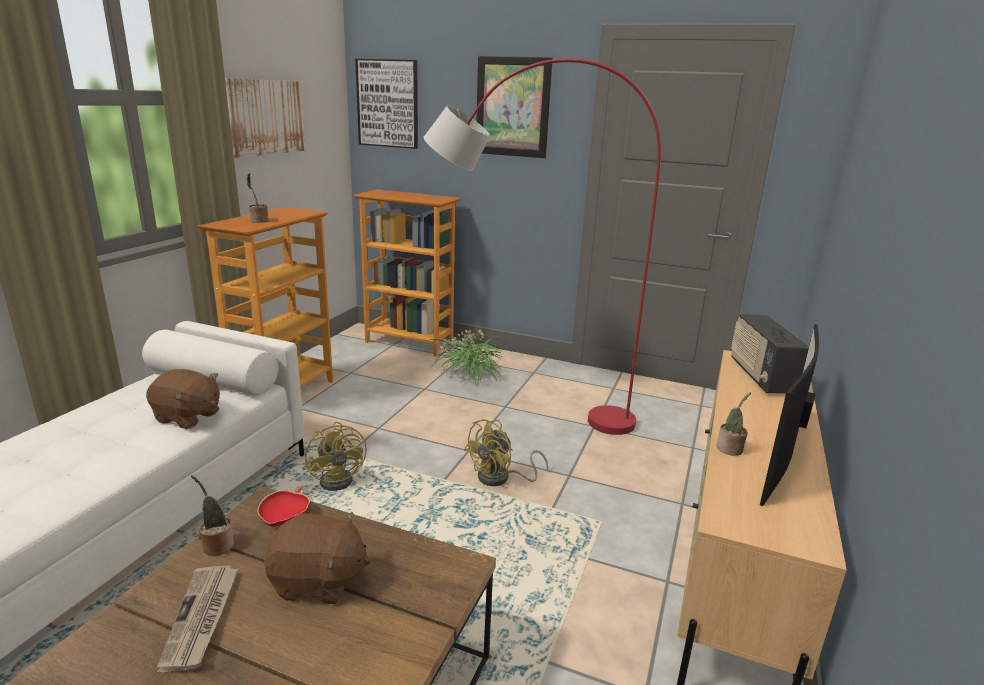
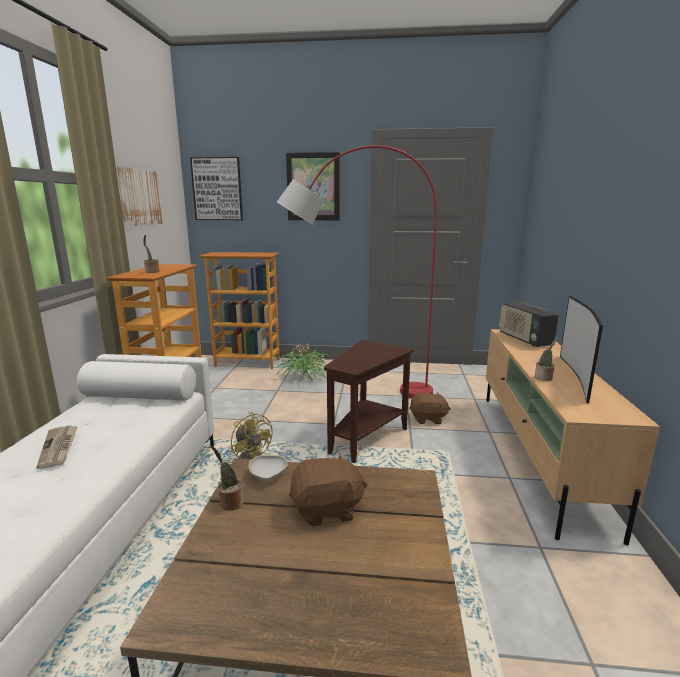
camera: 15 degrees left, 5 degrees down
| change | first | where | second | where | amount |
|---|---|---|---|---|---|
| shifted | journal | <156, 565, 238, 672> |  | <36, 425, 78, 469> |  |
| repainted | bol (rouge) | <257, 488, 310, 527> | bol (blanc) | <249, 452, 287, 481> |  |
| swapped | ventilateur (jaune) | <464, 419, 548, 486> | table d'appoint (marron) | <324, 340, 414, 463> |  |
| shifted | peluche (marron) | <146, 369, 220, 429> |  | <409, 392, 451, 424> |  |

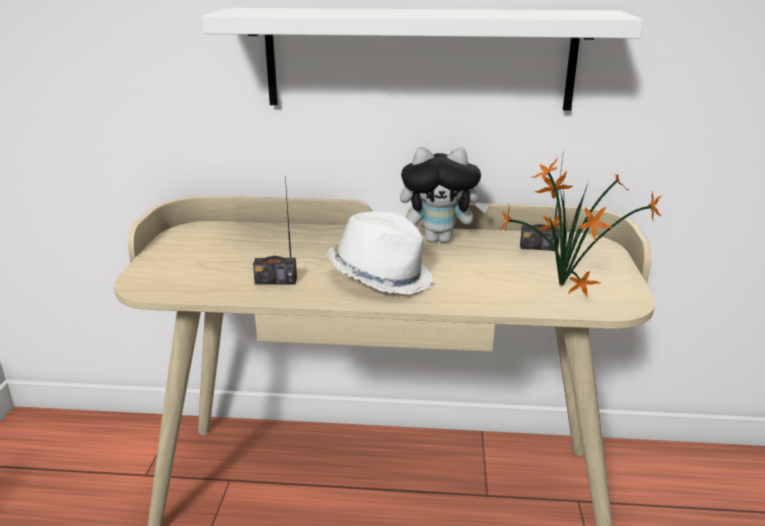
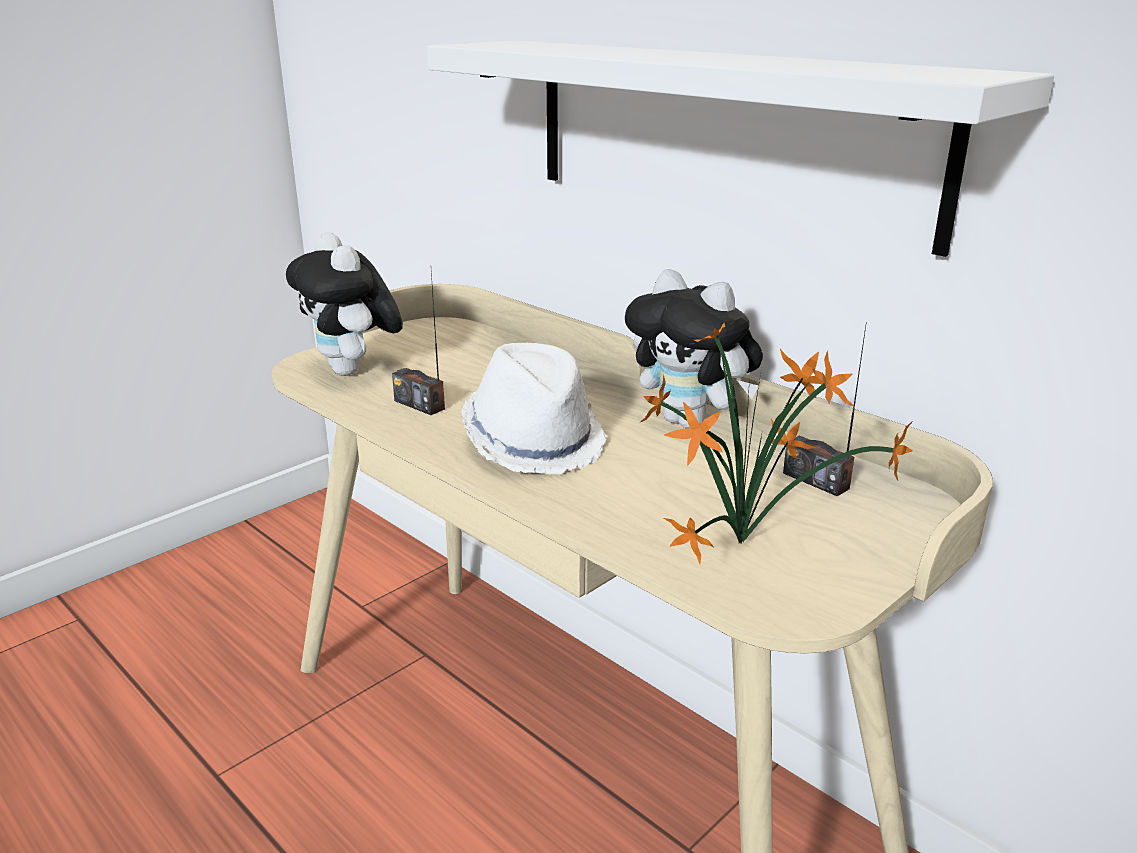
camera: 40 degrees right, 0 degrees up
| change | first | where | second | where | amount |
|---|---|---|---|---|---|
| new |  |  | peluche | <286, 232, 403, 376> |  |

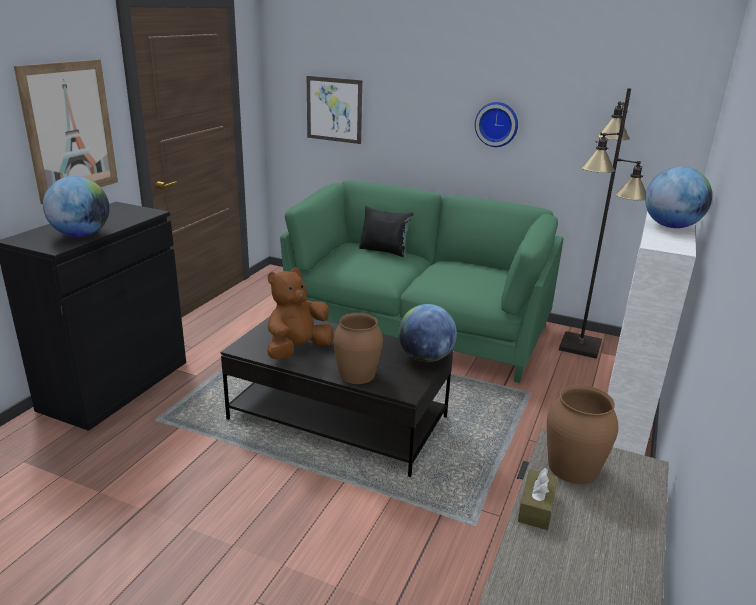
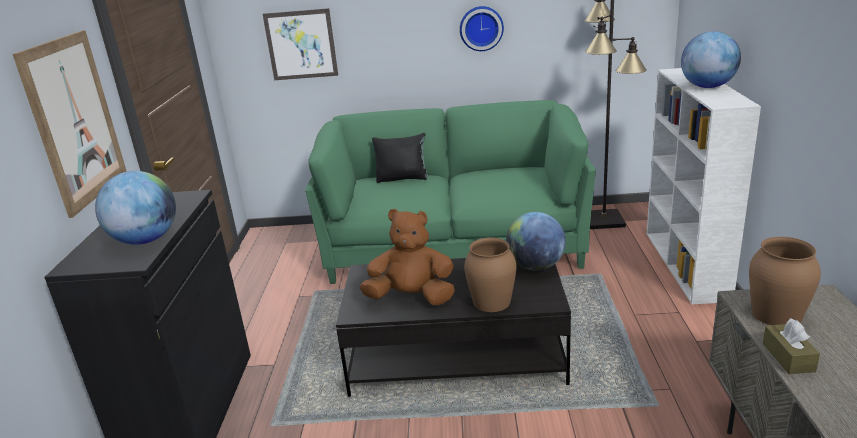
camera: 20 degrees left, 0 degrees up
| change | first | where | second | where | amount |
|---|---|---|---|---|---|
| rotated | peluche (marron) | <267, 267, 334, 360> |  | <360, 209, 455, 305> | 75 degrees clockwise |

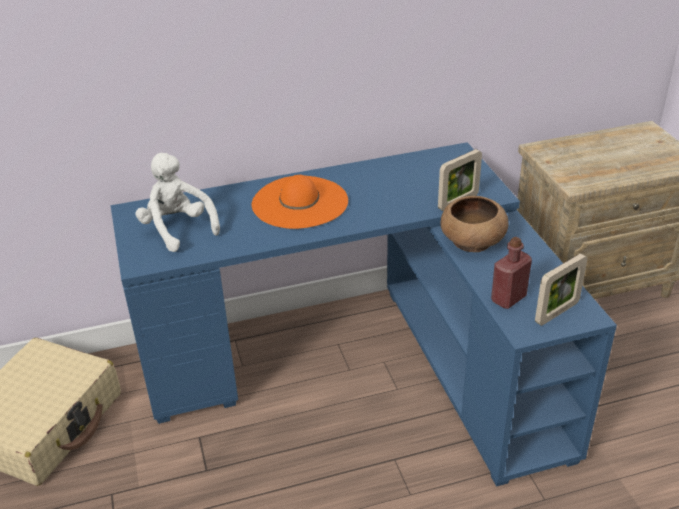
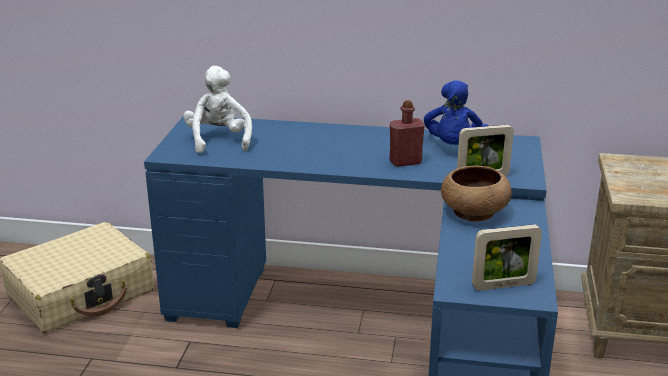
camera: 25 degrees right, 10 degrees down
| change | first | where | second | where | amount |
|---|---|---|---|---|---|
| shifted | bouteille (rouge) | <491, 237, 532, 309> |  | <390, 100, 425, 167> |  |
| new |  |  | peluche (bleu) | <424, 80, 488, 145> |  |
| gone | chapeau (orange) | <252, 175, 348, 229> |  |  |  |

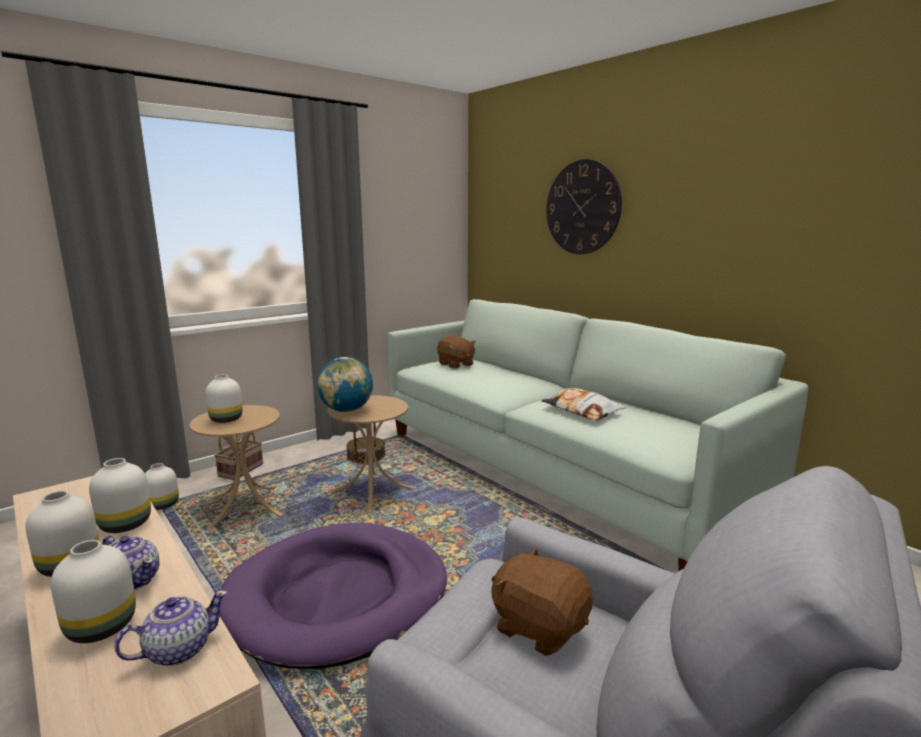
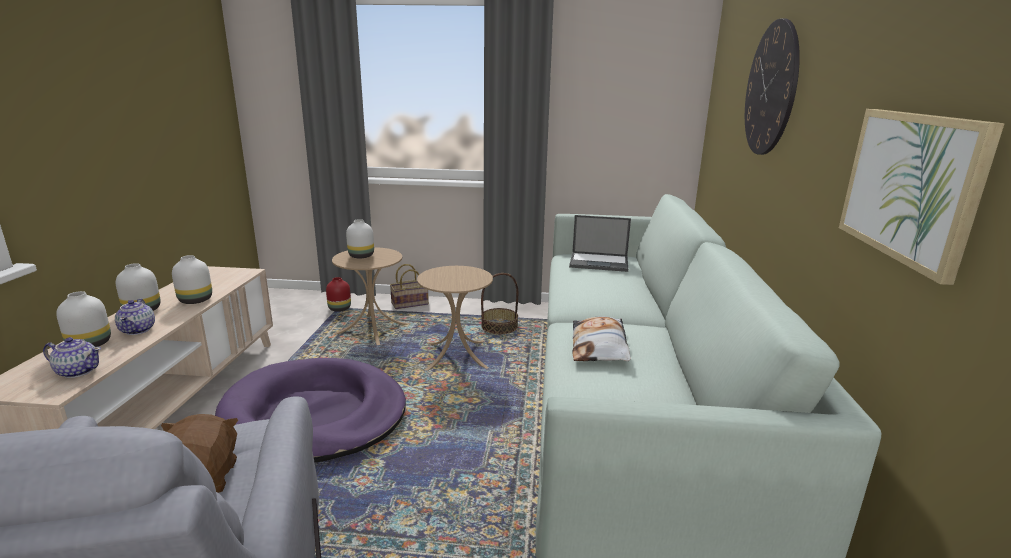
camera: 45 degrees right, 5 degrees up
| change | first | where | second | where | amount |
|---|---|---|---|---|---|
| repainted | vase (blanc) | <145, 463, 179, 510> | vase (rouge) | <326, 277, 351, 312> |  |
| swapped | peluche (marron) | <437, 335, 476, 369> | ordinateur portable | <569, 215, 631, 272> |  |
| new |  |  | tableau | <839, 109, 1005, 285> |  |
| gone | globe | <317, 357, 373, 412> |  |  |  |

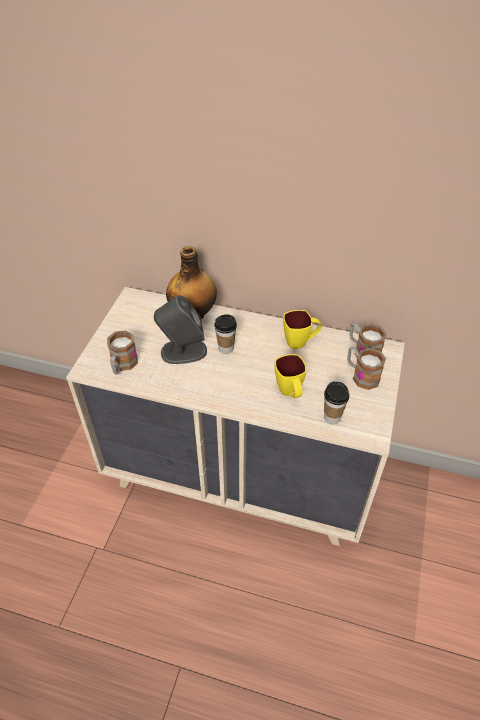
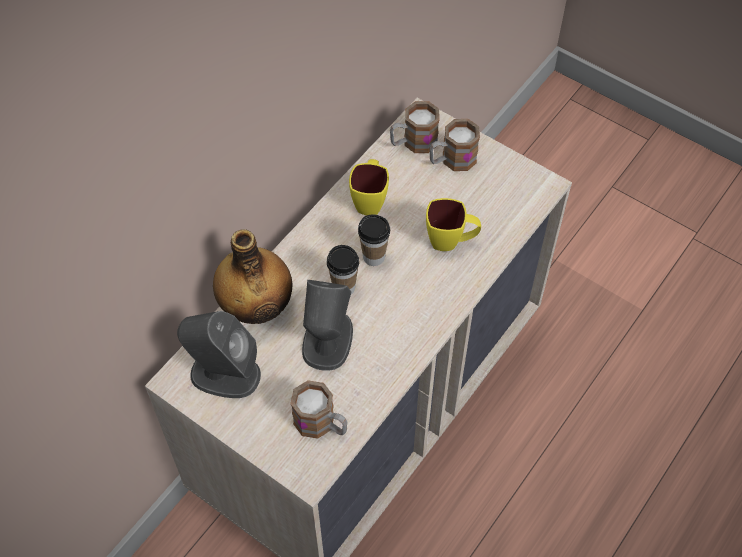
camera: 70 degrees left, 10 degrees up
| change | first | where | second | where | amount |
|---|---|---|---|---|---|
| new |  |  | enceinte (gris) | <177, 311, 261, 398> |  |
| shifted | tasse | <324, 381, 349, 424> |  | <358, 214, 390, 266> |  |

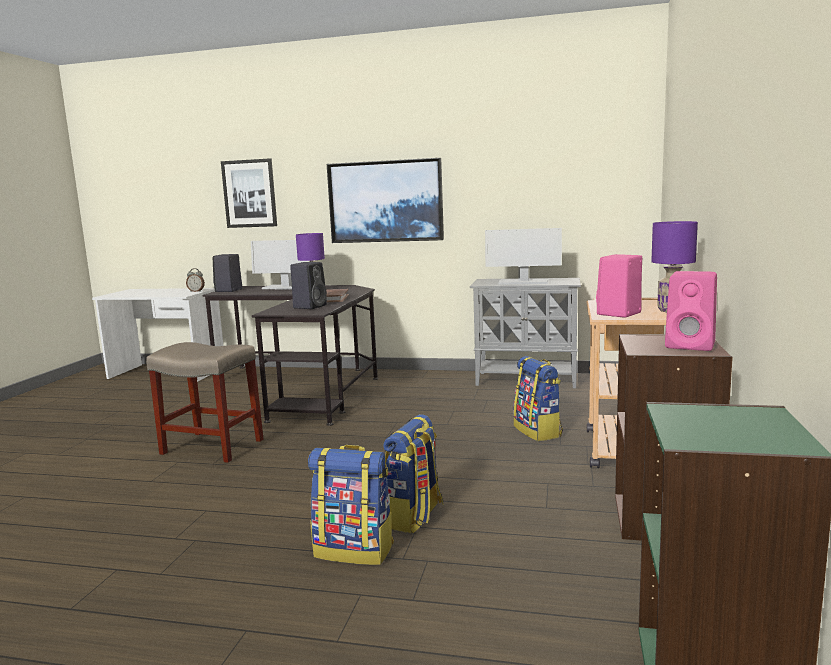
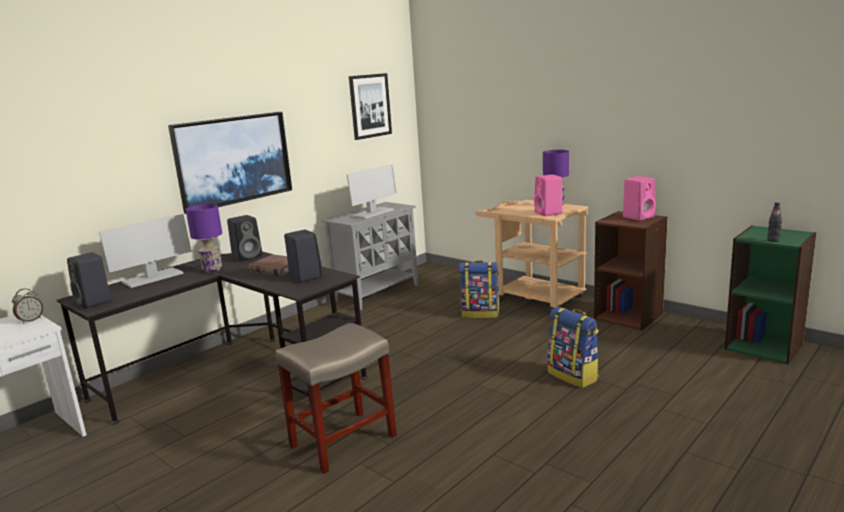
camera: 60 degrees left, 5 degrees up
| change | first | where | second | where | amount |
|---|---|---|---|---|---|
| new |  |  | enceinte (noir) | <227, 215, 263, 261> |  |
| shifted | tableau | <221, 158, 277, 228> |  | <349, 73, 392, 140> |  |
| new |  |  | bouteille (noir) | <767, 202, 782, 242> |  |
| gone | sac à dos | <308, 445, 394, 565> |  |  |  |

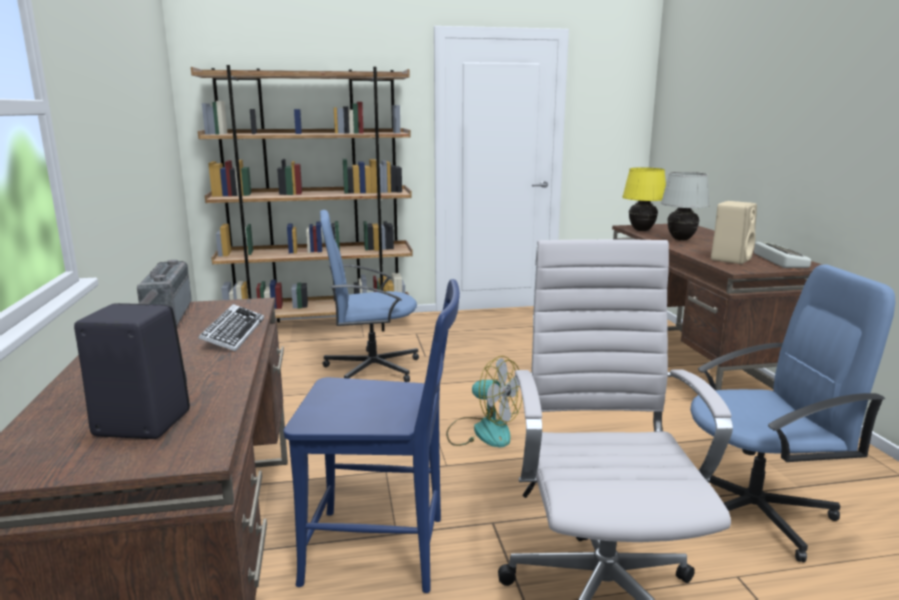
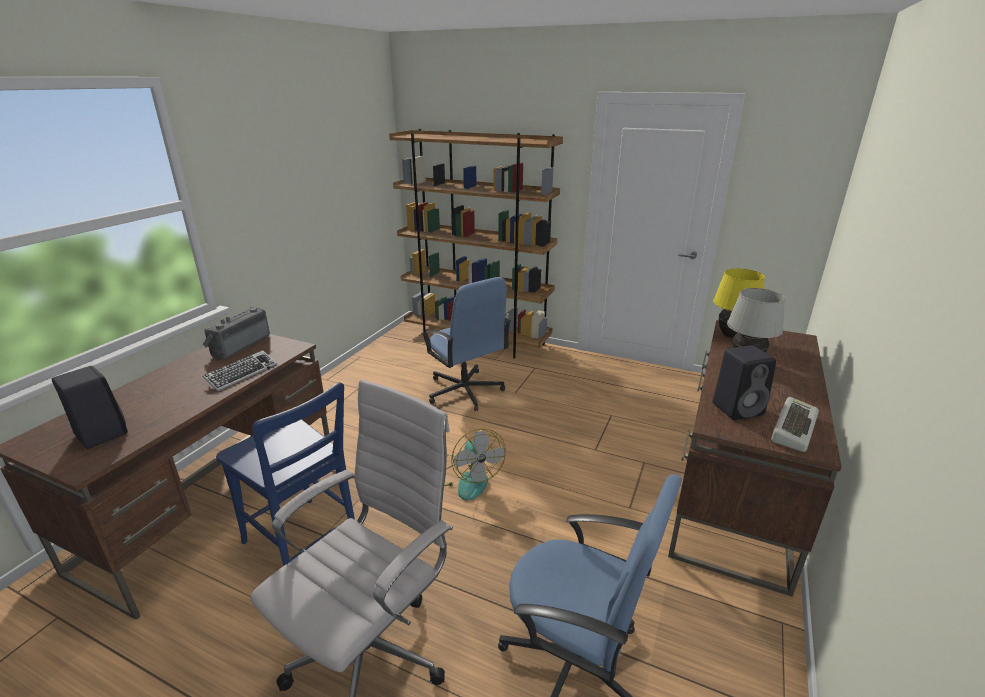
camera: 35 degrees right, 10 degrees up
| change | first | where | second | where | amount |
|---|---|---|---|---|---|
| rotated | chaise de bureau (bleu) | <320, 210, 419, 382> |  | <421, 277, 511, 411> | 150 degrees counterclockwise |
| repainted | enceinte (beige) | <711, 201, 757, 264> | enceinte (noir) | <713, 345, 776, 420> |  |

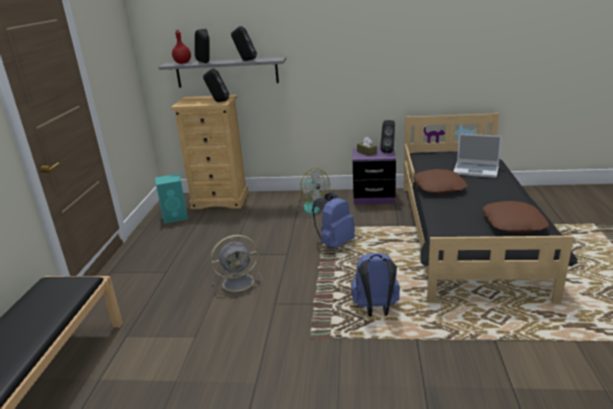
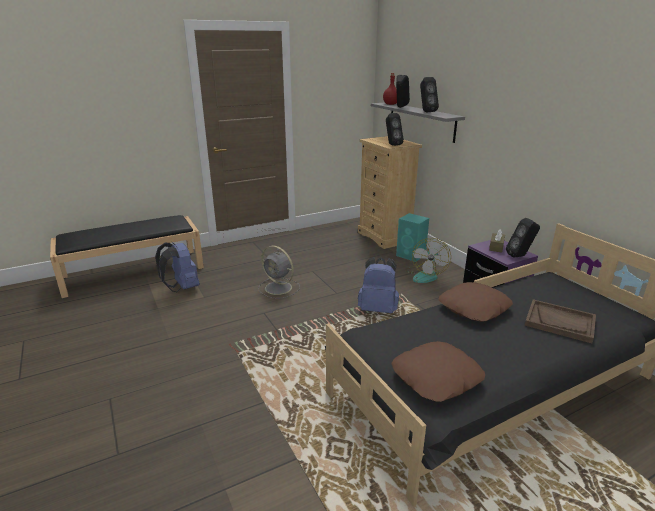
camera: 55 degrees right, 0 degrees up
| change | first | where | second | where | amount |
|---|---|---|---|---|---|
| shifted | sac à dos (bleu) | <351, 253, 400, 317> |  | <155, 242, 200, 292> |  |
| shifted | enceinte (turquoise) | <155, 174, 188, 224> |  | <396, 213, 429, 262> |  |
| swapped | ordinateur portable | <453, 134, 502, 178> | plateau (marron) | <525, 299, 596, 343> |  |

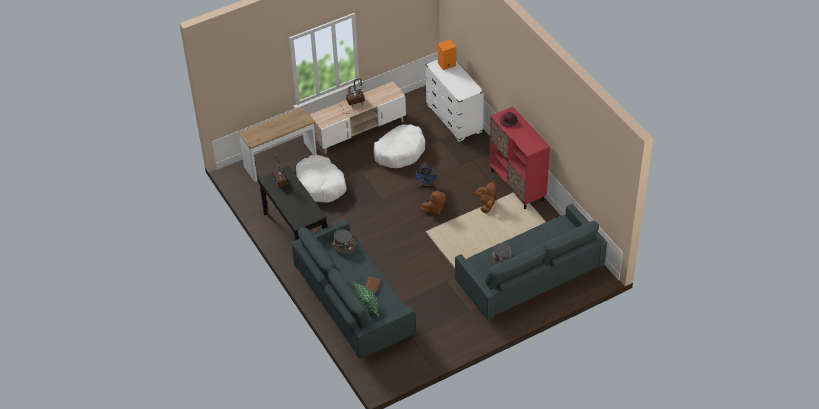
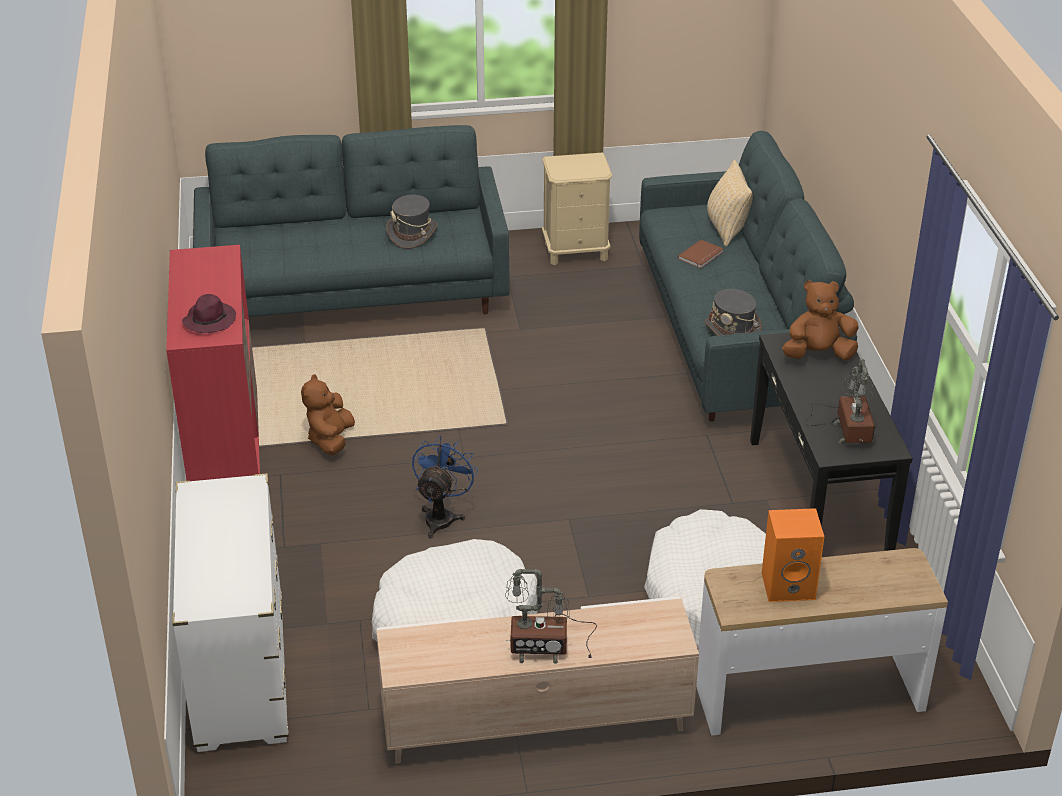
camera: 160 degrees left, 10 degrees down
| change | first | where | second | where | amount |
|---|---|---|---|---|---|
| new |  |  | table de chevet (beige) | <542, 152, 613, 265> |  |
| repainted | coussin (vert) | <353, 281, 379, 316> | coussin (beige) | <707, 160, 753, 247> |  |
| shifted | enceinte (orange) | <438, 40, 456, 70> |  | <762, 508, 824, 602> |  |
| shifted | peluche (marron) | <421, 191, 446, 214> |  | <782, 280, 859, 360> |  |

